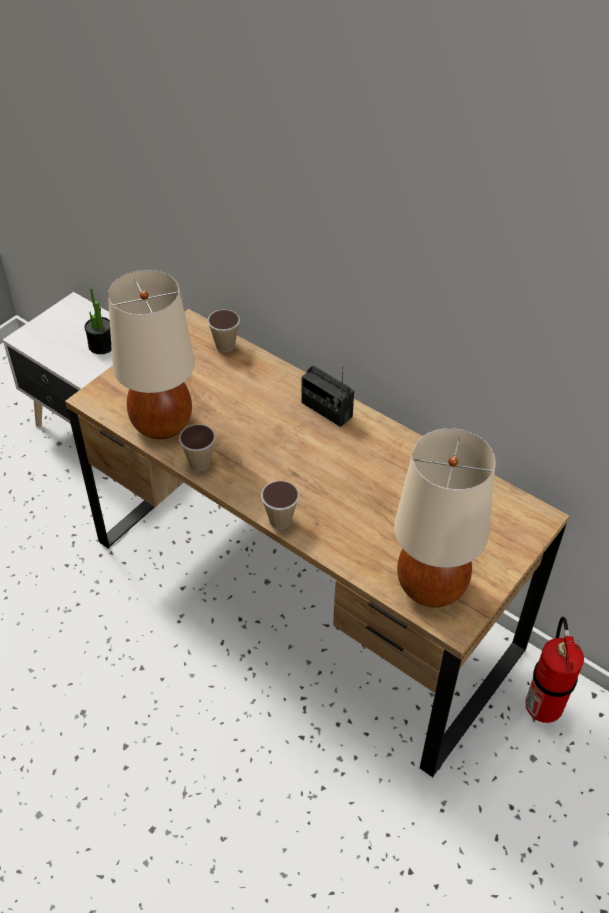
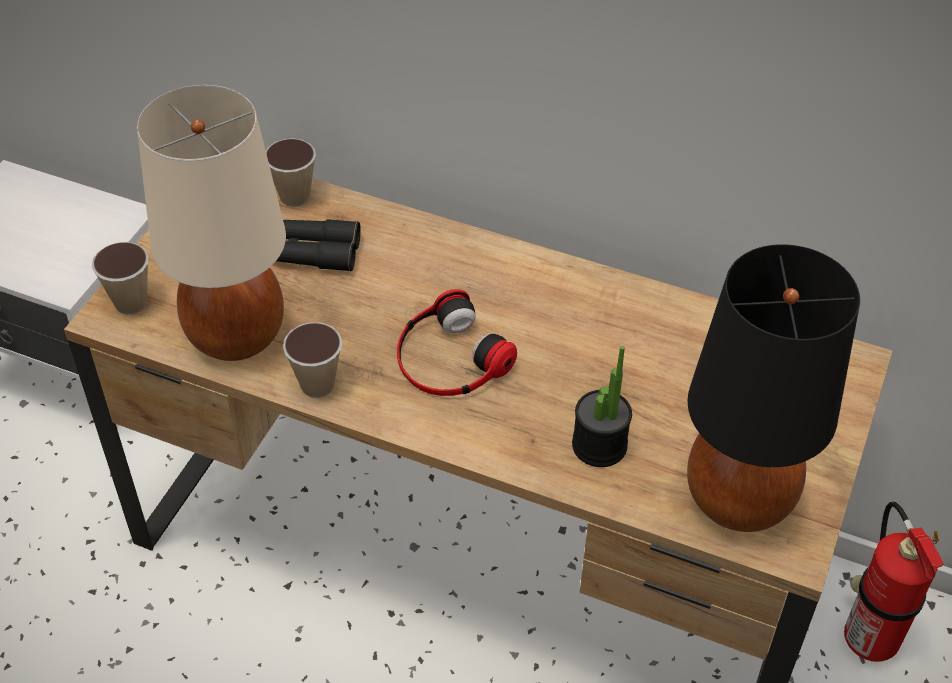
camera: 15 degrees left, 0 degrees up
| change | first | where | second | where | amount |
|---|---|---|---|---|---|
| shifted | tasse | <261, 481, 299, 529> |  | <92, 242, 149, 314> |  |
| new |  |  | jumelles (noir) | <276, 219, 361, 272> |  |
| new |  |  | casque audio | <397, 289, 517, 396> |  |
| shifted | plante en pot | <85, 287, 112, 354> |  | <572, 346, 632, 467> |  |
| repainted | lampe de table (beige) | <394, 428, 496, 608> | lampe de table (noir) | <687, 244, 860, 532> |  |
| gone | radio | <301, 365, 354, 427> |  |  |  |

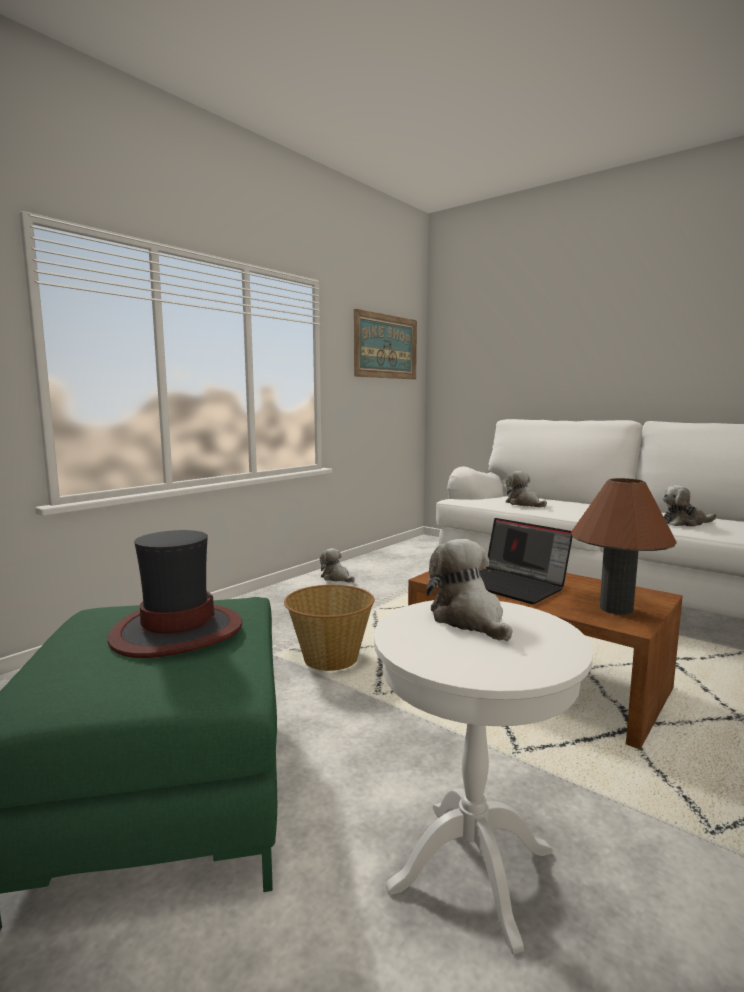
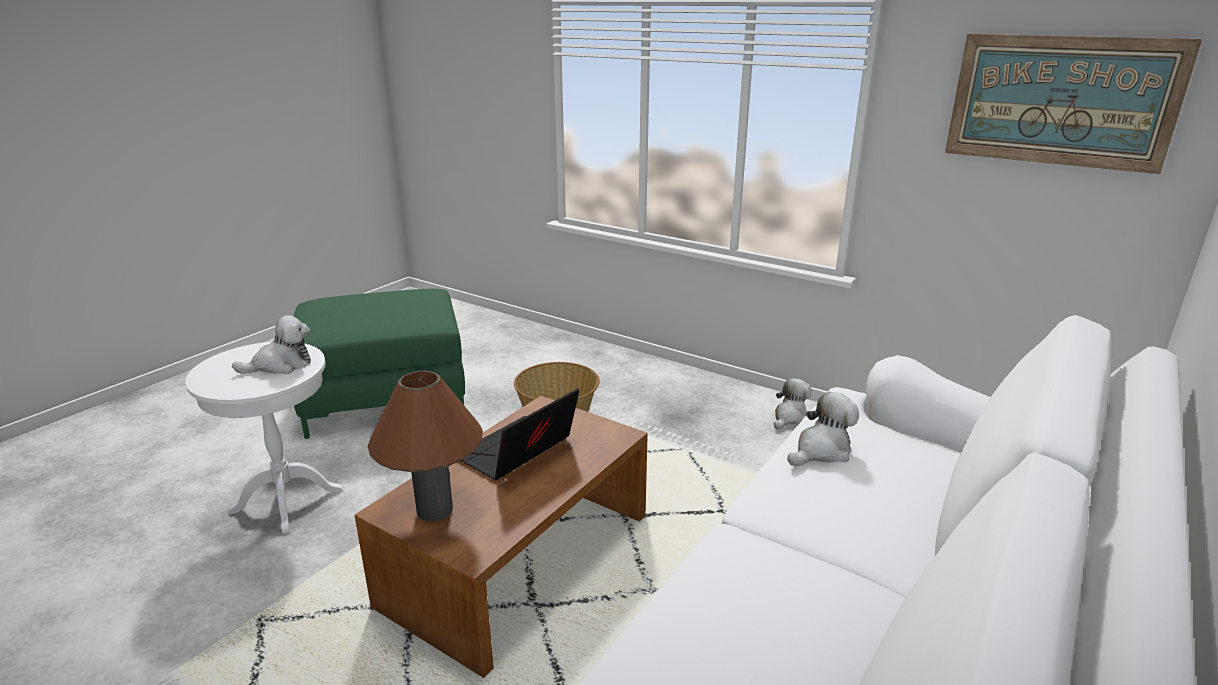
camera: 85 degrees right, 15 degrees up
| change | first | where | second | where | amount |
|---|---|---|---|---|---|
| gone | chapeau | <108, 530, 242, 658> |  |  |  |
| gone | peluche | <663, 485, 717, 527> |  |  |  |

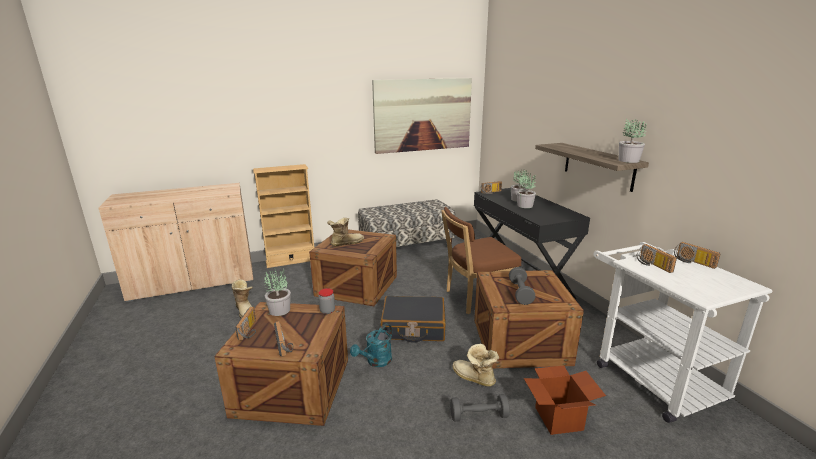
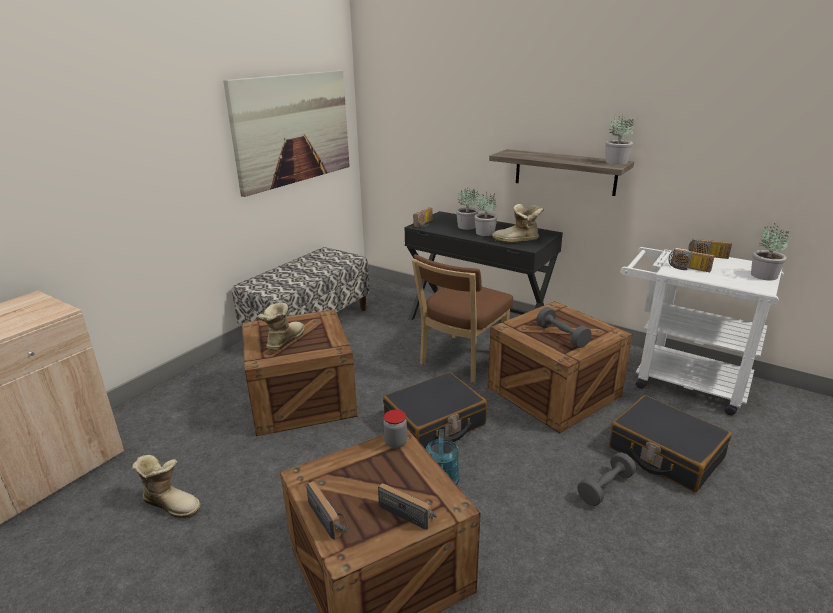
camera: 35 degrees left, 5 degrees up
| change | first | where | second | where | amount |
|---|---|---|---|---|---|
| shifted | botte | <452, 344, 499, 387> |  | <492, 204, 544, 242> |  |
| swapped | carton | <524, 366, 606, 435> | valise (noir) | <609, 395, 732, 492> |  |
| shifted | plante en pot | <264, 268, 291, 316> |  | <751, 223, 789, 280> |  |
| gone | bibliothèque (beige) | <253, 164, 314, 268> |  |  |  |

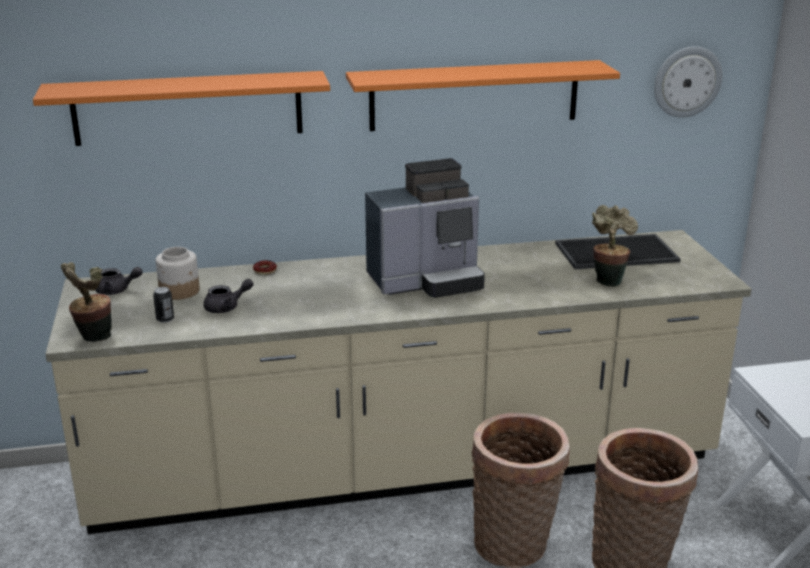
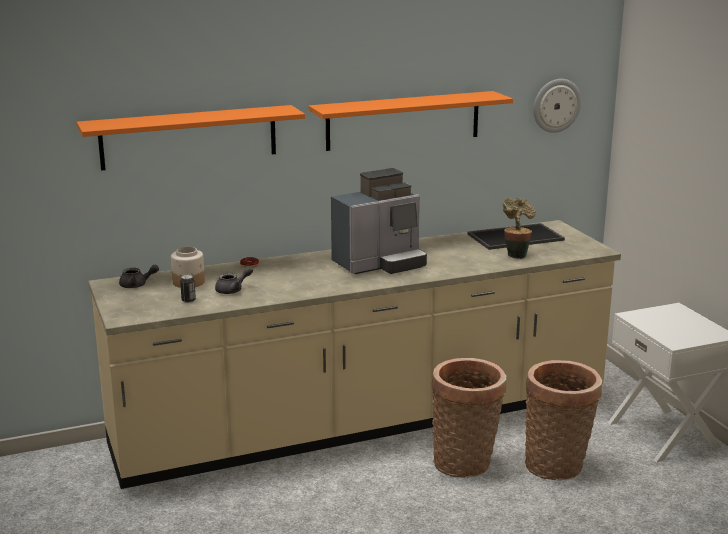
camera: 10 degrees left, 5 degrees down
| change | first | where | second | where | amount |
|---|---|---|---|---|---|
| gone | plante en pot | <61, 262, 112, 342> |  |  |  |

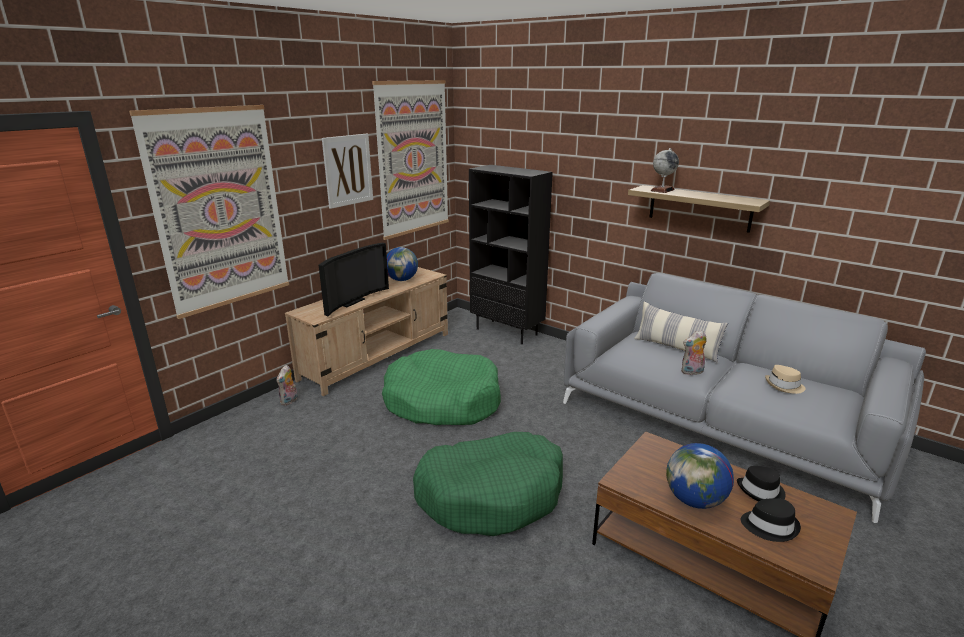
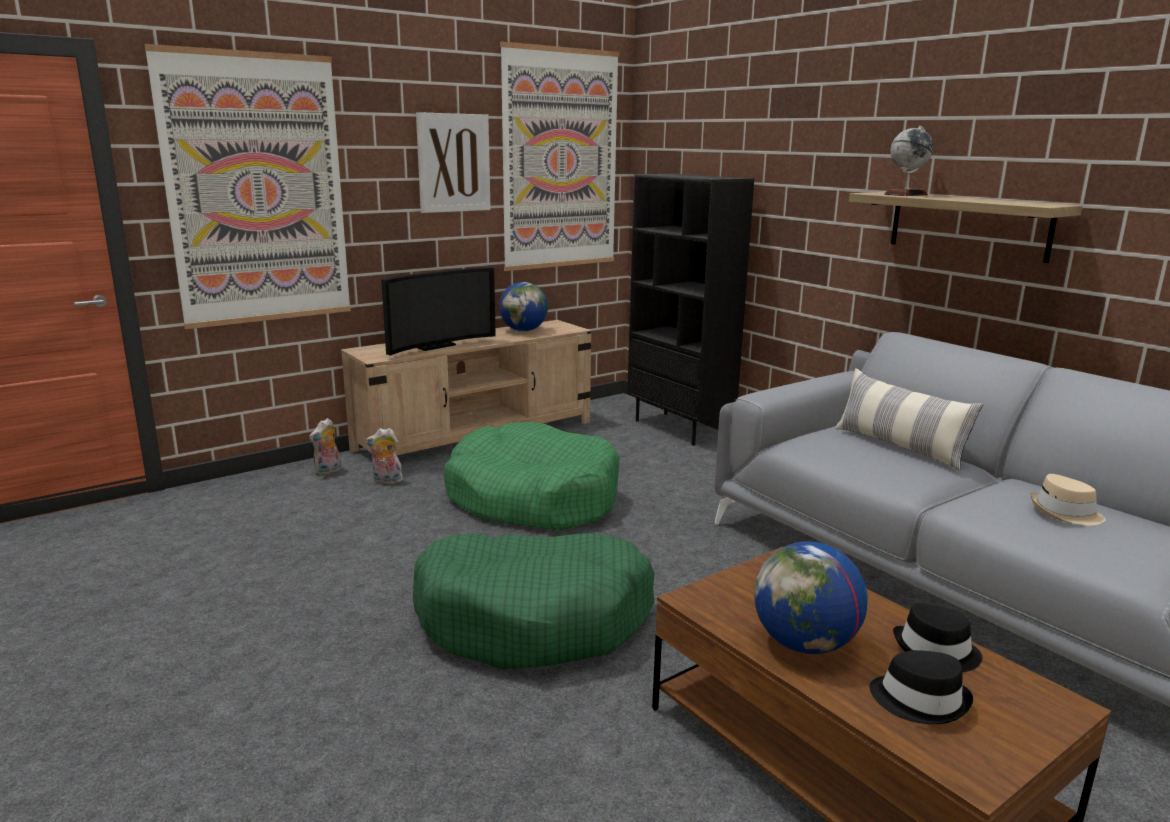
camera: 15 degrees right, 5 degrees down
| change | first | where | second | where | amount |
|---|---|---|---|---|---|
| shifted | peluche | <681, 330, 707, 375> |  | <366, 428, 403, 484> |  |

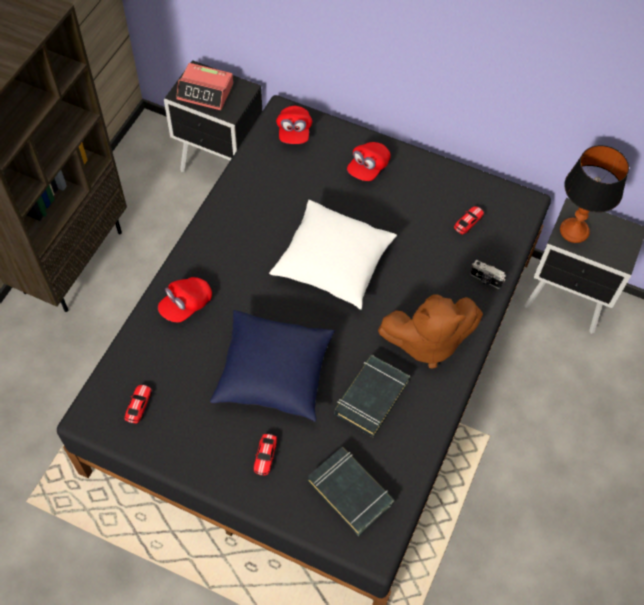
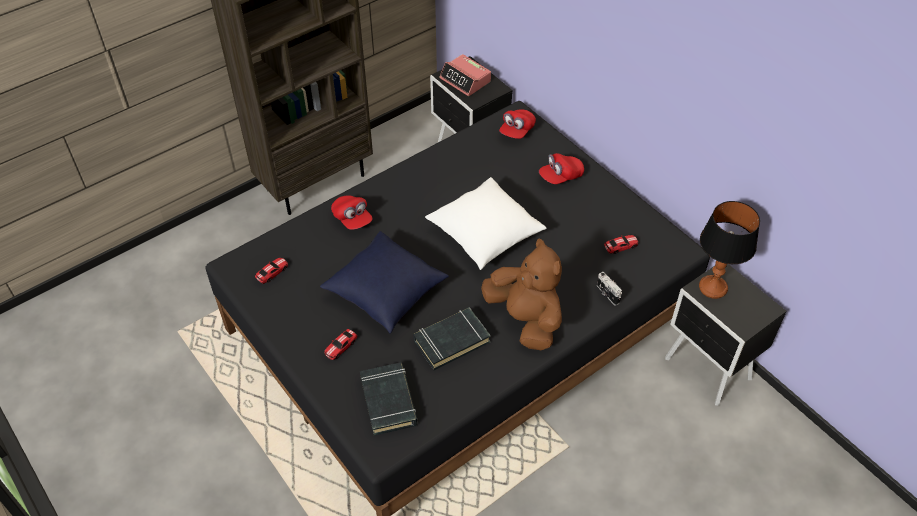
camera: 30 degrees right, 10 degrees down
| change | first | where | second | where | amount |
|---|---|---|---|---|---|
| rotated | casquette (rouge) | <158, 277, 212, 322> |  | <331, 196, 373, 230> | 105 degrees counterclockwise |
| rotated | peluche (marron) | <378, 294, 483, 369> |  | <481, 238, 562, 350> | 150 degrees counterclockwise |

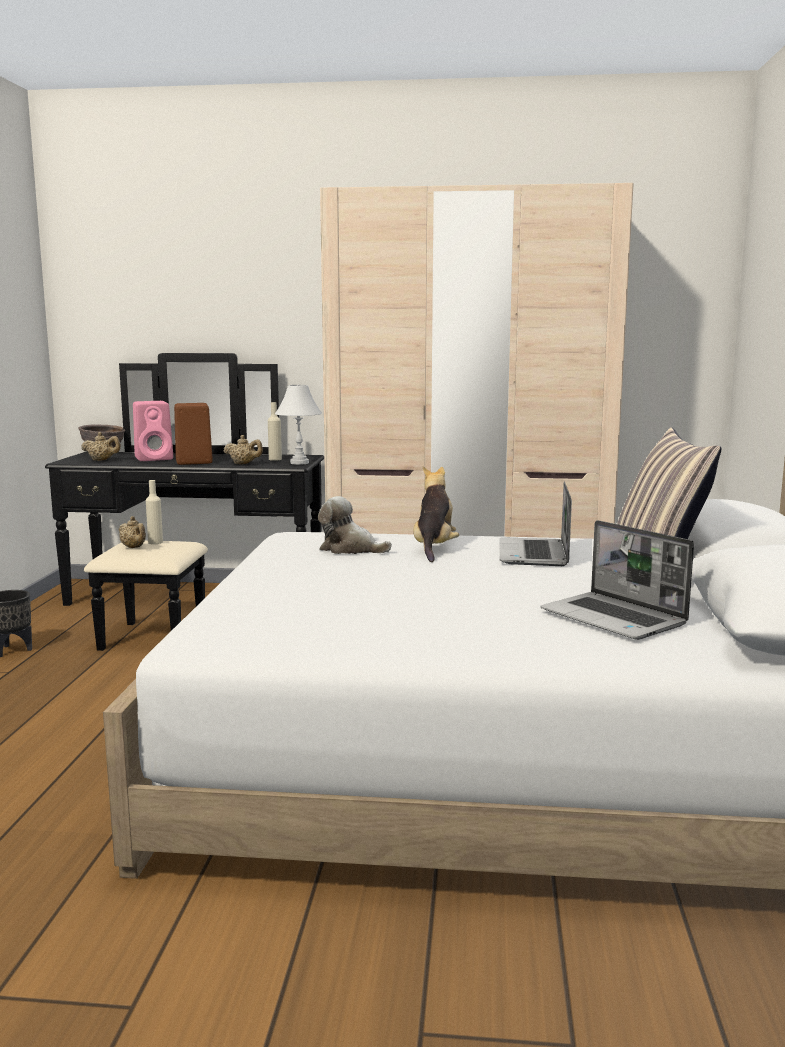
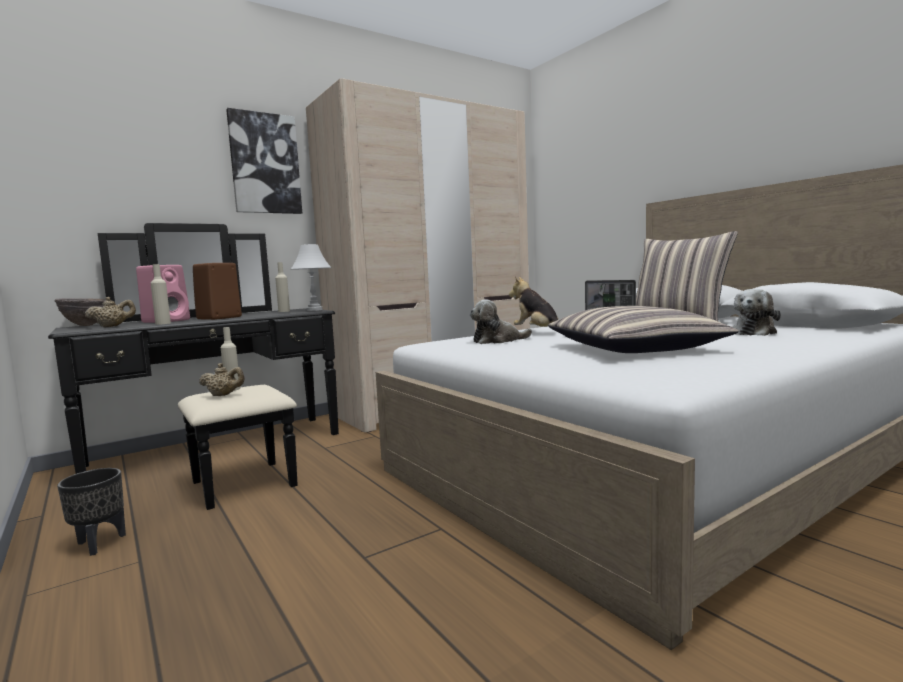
camera: 40 degrees left, 5 degrees down
| change | first | where | second | where | amount |
|---|---|---|---|---|---|
| new |  |  | bouteille (beige) | <151, 264, 171, 325> |  |
| new |  |  | tableau | <226, 108, 302, 214> |  |
| new |  |  | coussin | <548, 306, 739, 353> |  |
| swapped | ordinateur portable | <541, 520, 694, 640> | peluche | <732, 289, 781, 336> |  |
| gone | théière (beige) | <224, 435, 263, 465> |  |  |  |

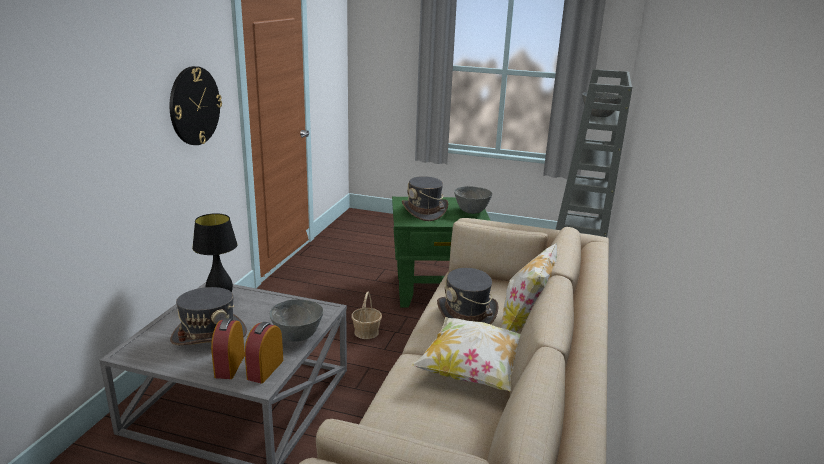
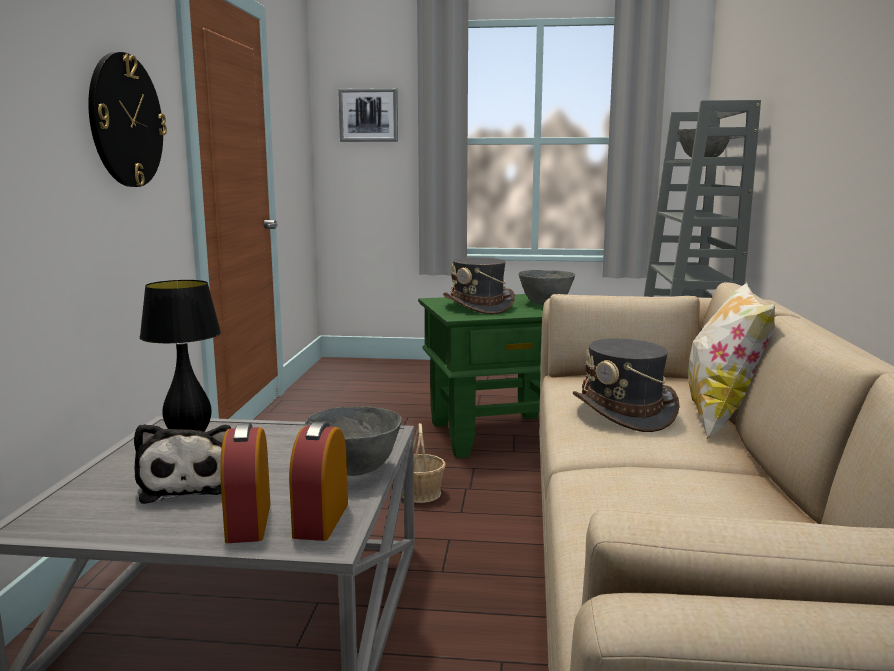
camera: 10 degrees left, 10 degrees down
| change | first | where | second | where | amount |
|---|---|---|---|---|---|
| swapped | chapeau (gris) | <170, 287, 247, 345> | peluche | <134, 424, 231, 504> |  |
| new |  |  | tableau | <338, 88, 398, 142> |  |
| gone | coussin | <411, 317, 521, 391> |  |  |  |

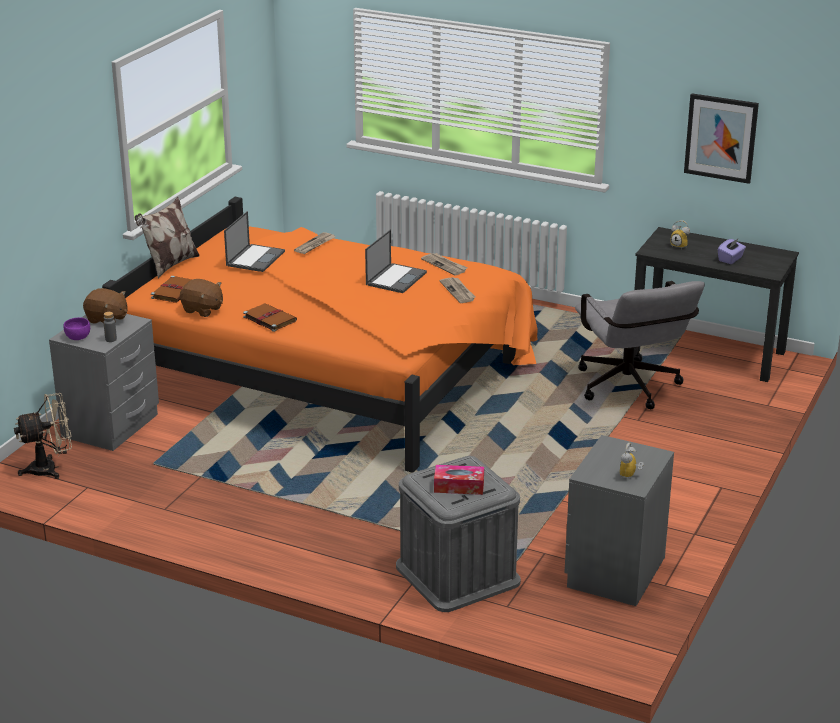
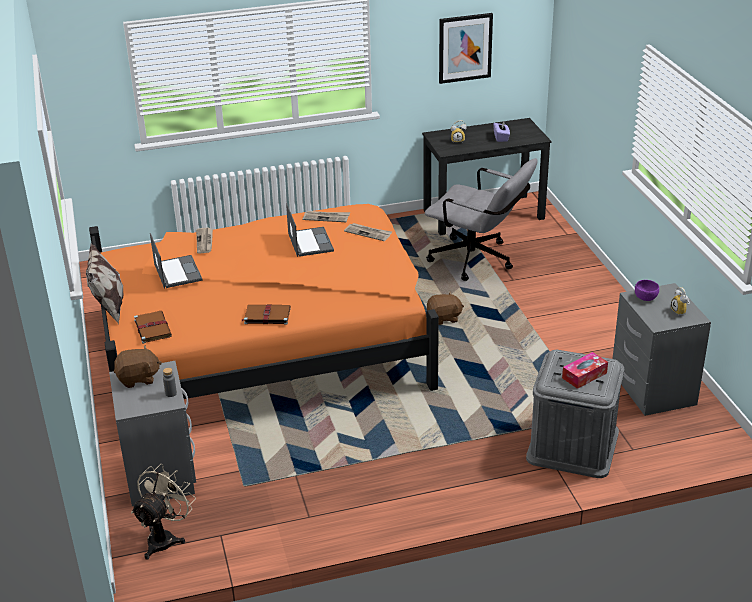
camera: 40 degrees left, 5 degrees up
| change | first | where | second | where | amount |
|---|---|---|---|---|---|
| shifted | peluche (marron) | <180, 279, 223, 317> |  | <427, 292, 464, 325> |  |
| shifted | bol (violet) | <64, 317, 90, 340> |  | <635, 280, 659, 301> |  |

